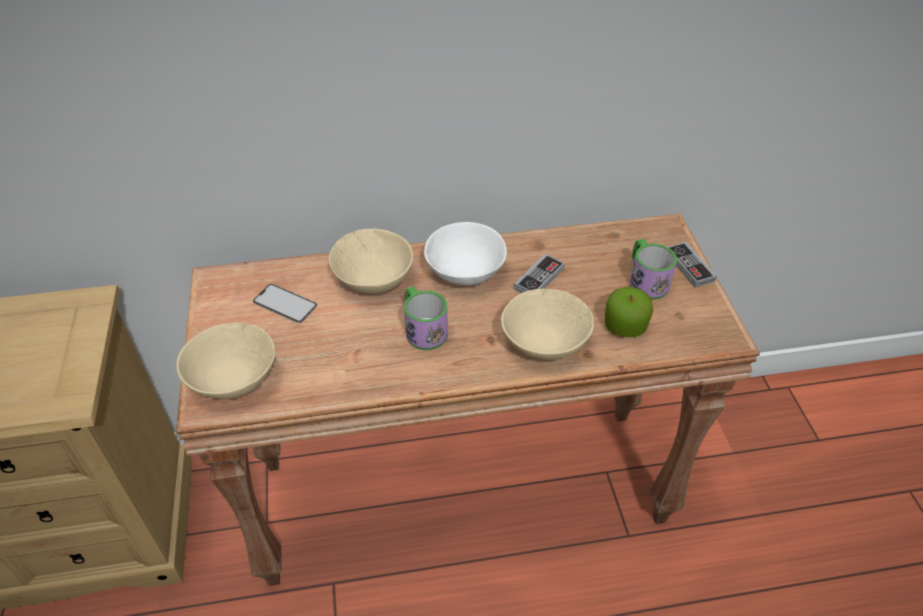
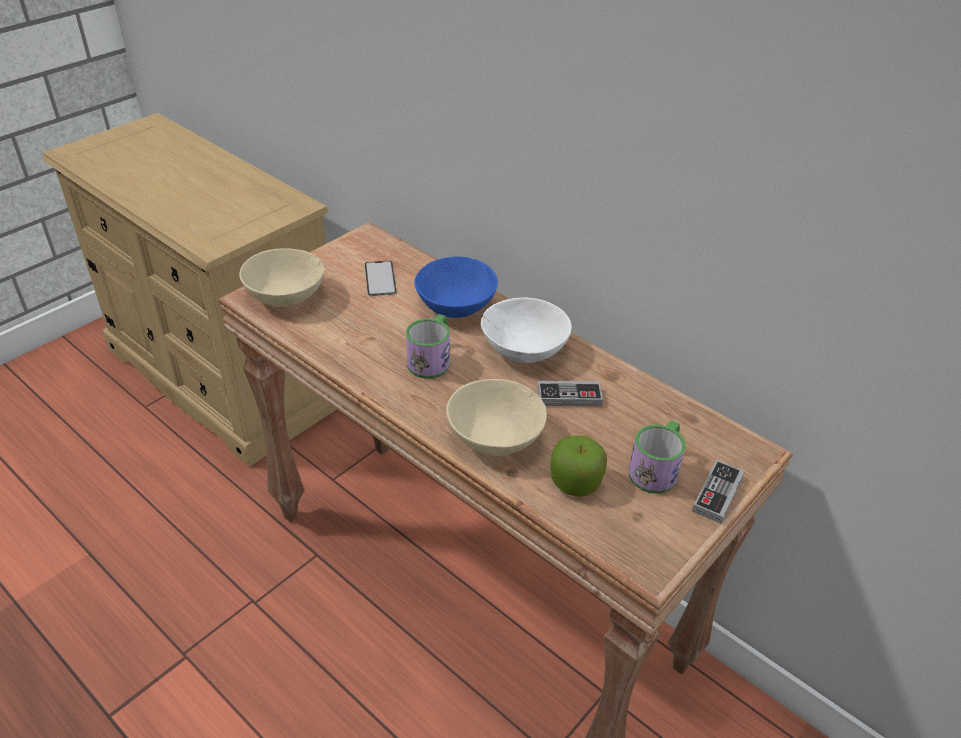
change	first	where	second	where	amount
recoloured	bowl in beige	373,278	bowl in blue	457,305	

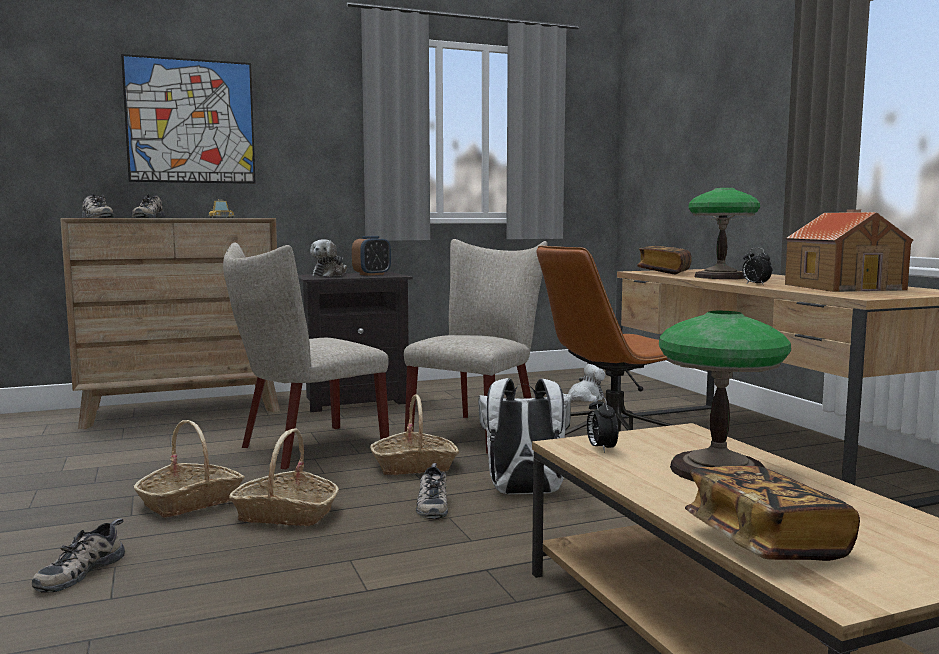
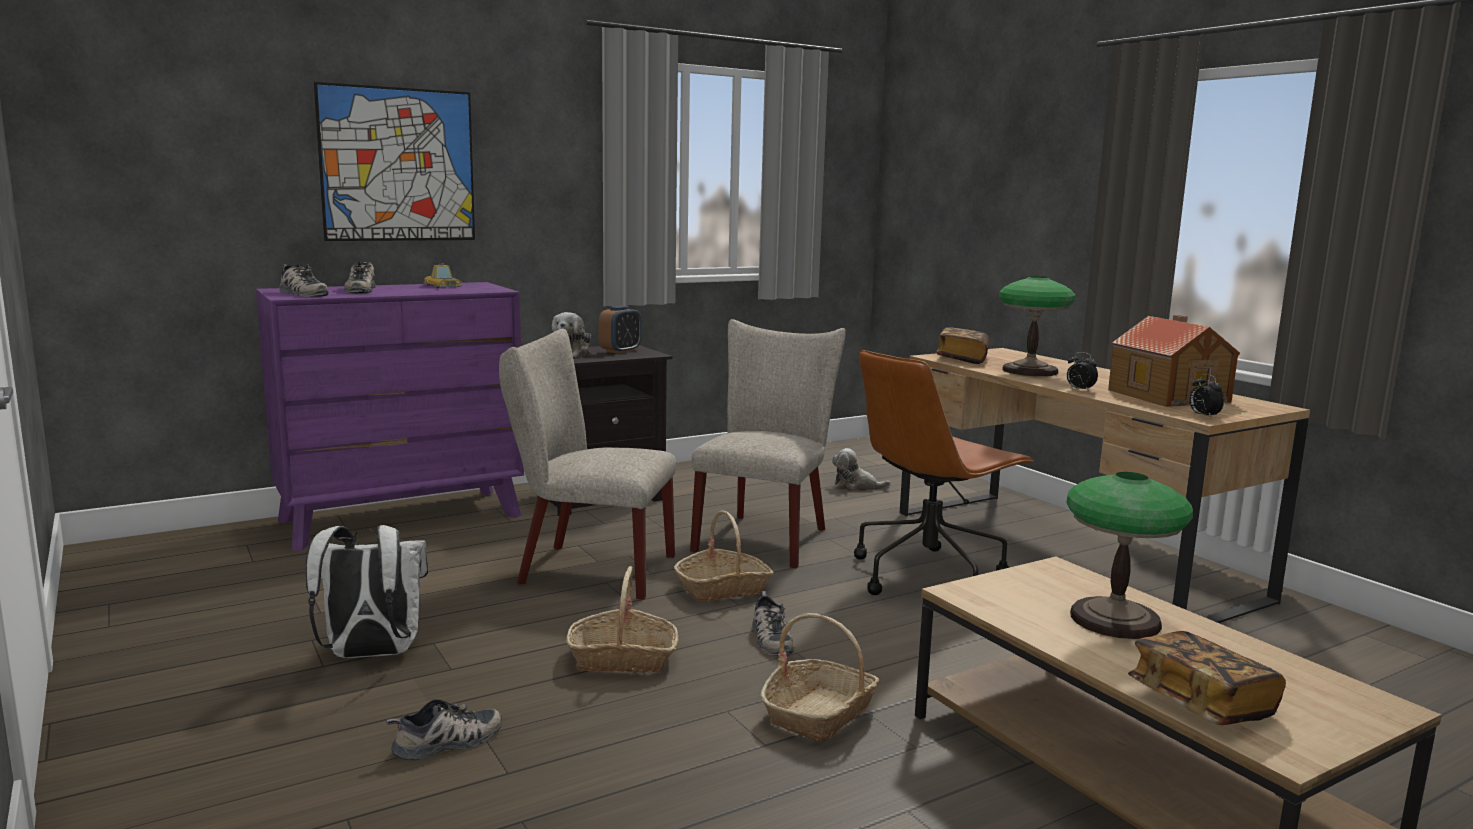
change	first	where	second	where	amount
moved	basket	191,502		819,713	
moved	backpack in white	524,493		370,655	
moved	alarm clock	601,448		1203,416	
recoloured	dresser in brown	182,410	dresser in purple	401,518	
turned	shoe	79,571		448,743	135 degrees counterclockwise
turned	chair in beige	305,448		587,569	60 degrees clockwise
turned	plush toy	584,398		856,487	135 degrees counterclockwise

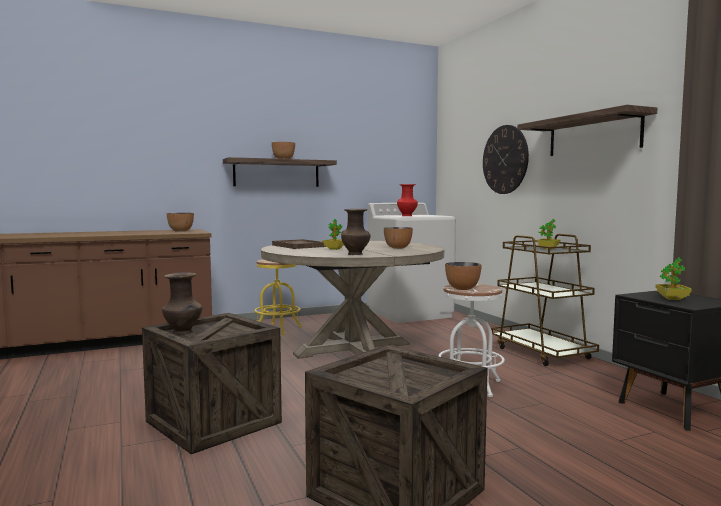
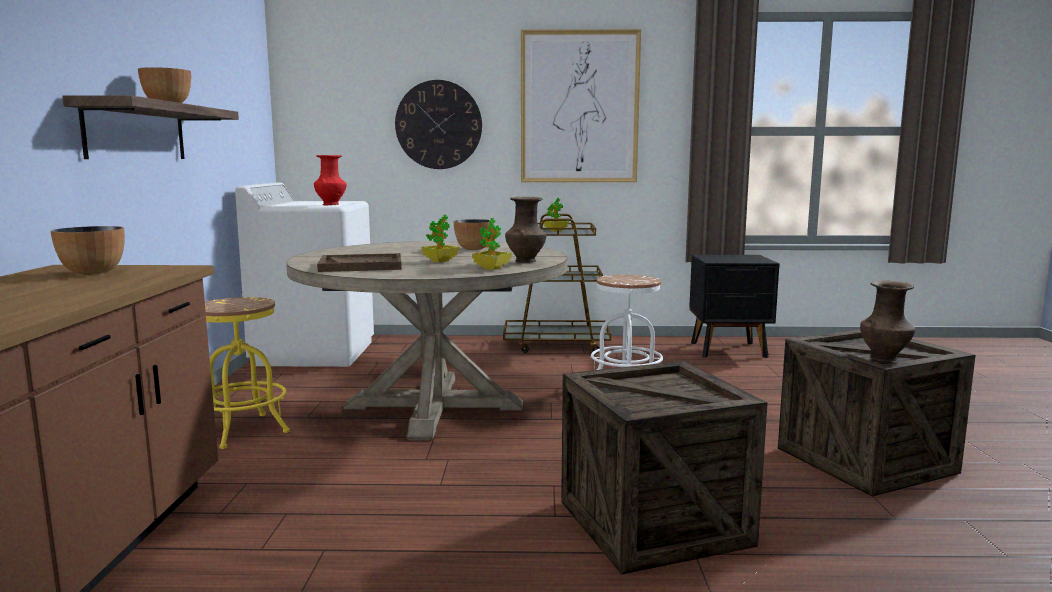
change	first	where	second	where	amount
removed	bowl	463,288			
moved	vase in brown	183,332		884,358	
moved	potted plant	672,298		492,268	
replaced	shelf	593,135	picture	579,107	

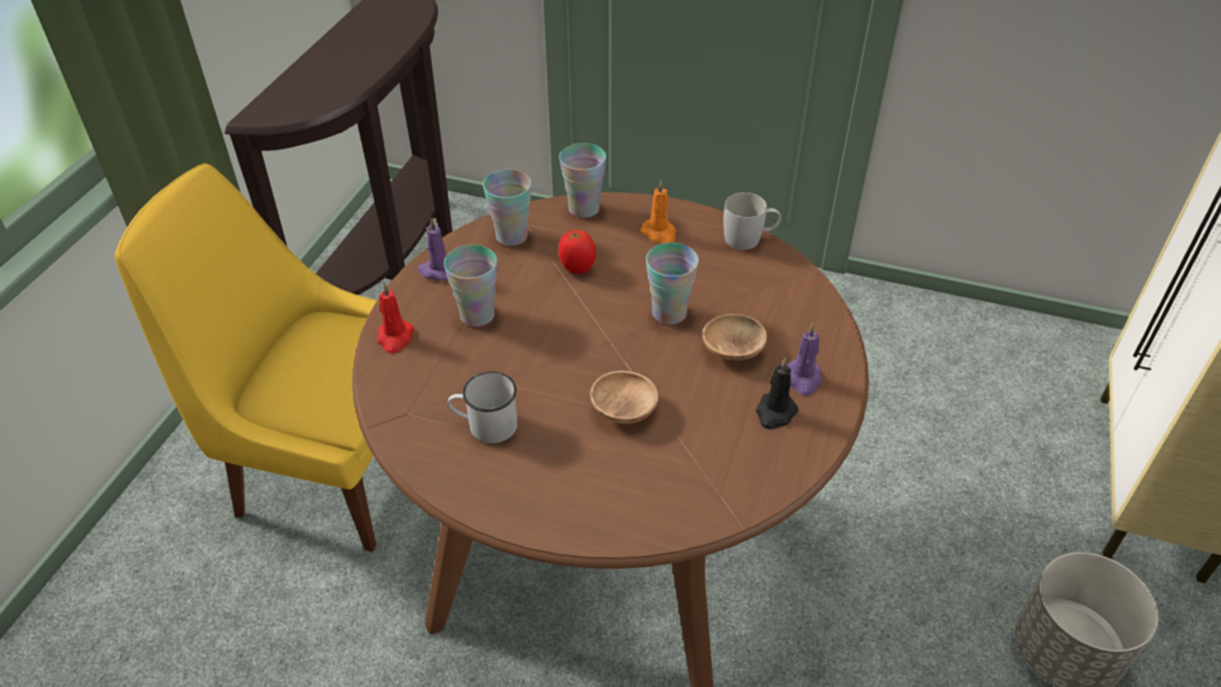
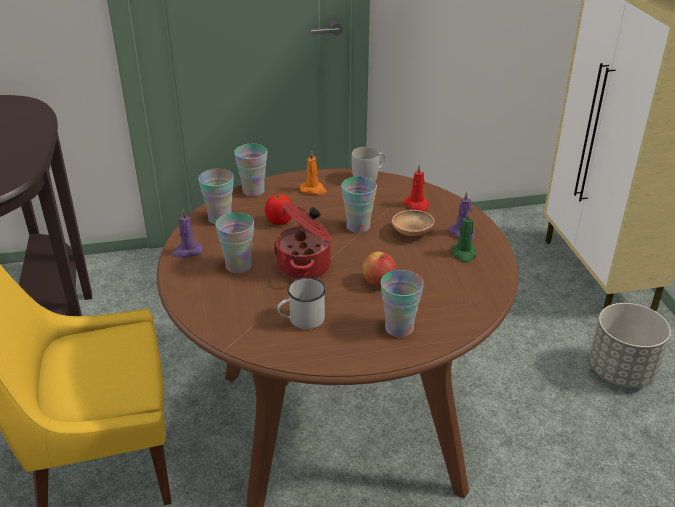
change	first	where	second	where	amount
added			cooking pot	305,266	
added			cup	399,328	
moved	candle in red	395,338		417,205	
replaced	bowl in brown	623,410	apple	379,282	
recoloured	candle in black	775,413	candle in green	463,254	

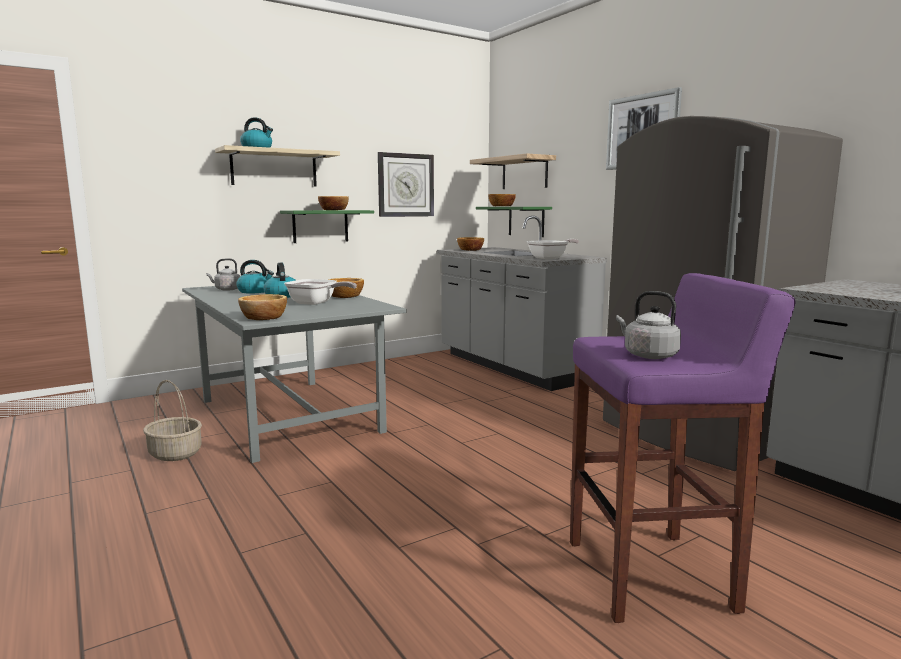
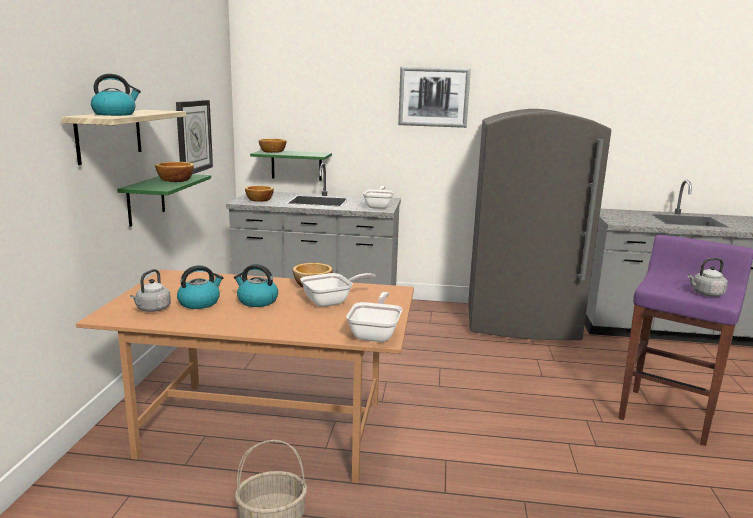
change	first	where	second	where	amount
removed	shelf	524,173			
replaced	bowl	265,317	frying pan	376,334	
recoloured	dining table in grey	290,416	dining table in brown	267,427	

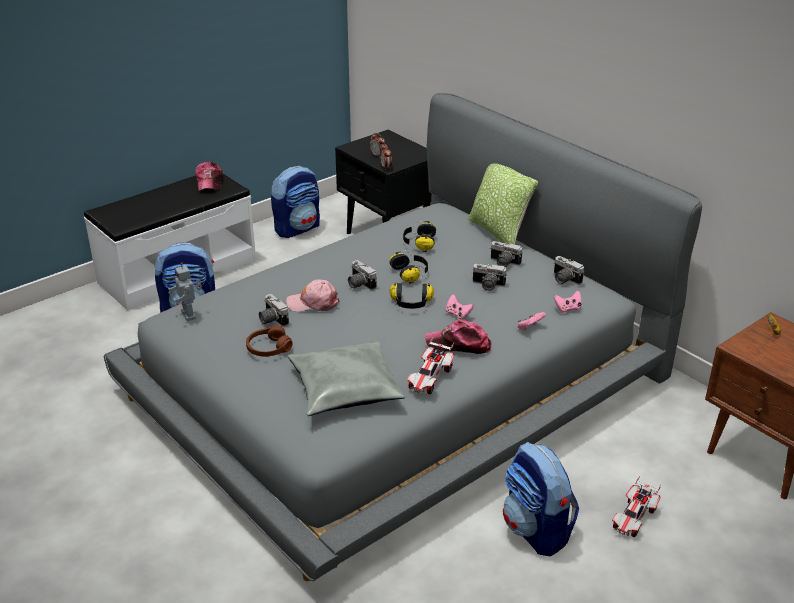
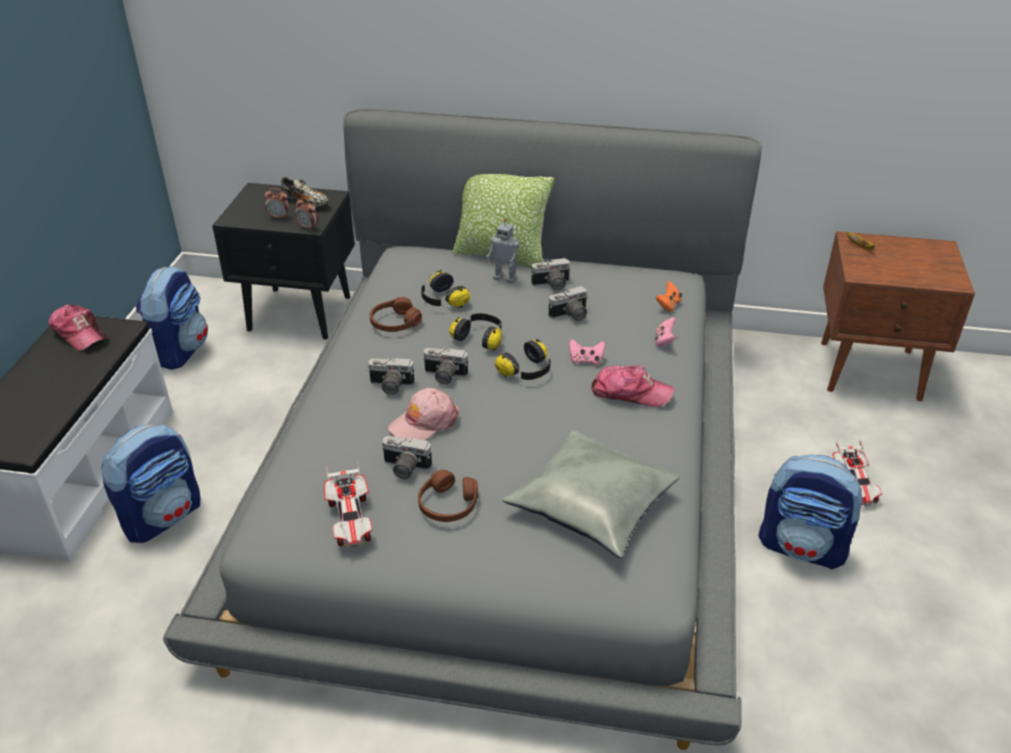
change	first	where	second	where	amount
added			shoe	306,202	
added			headphones in brown	394,323	
moved	toy robot	190,315		505,278	
moved	toy car	430,378		351,520	
moved	photo camera	564,280		390,386	
recoloured	game controller in pink	568,309	game controller in orange	668,305	
turned	cap	458,345		630,392	135 degrees counterclockwise

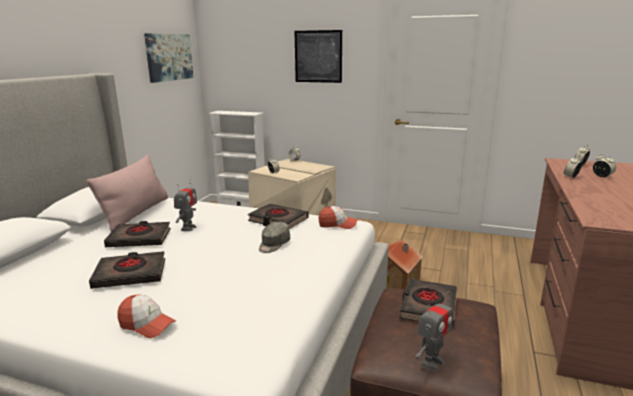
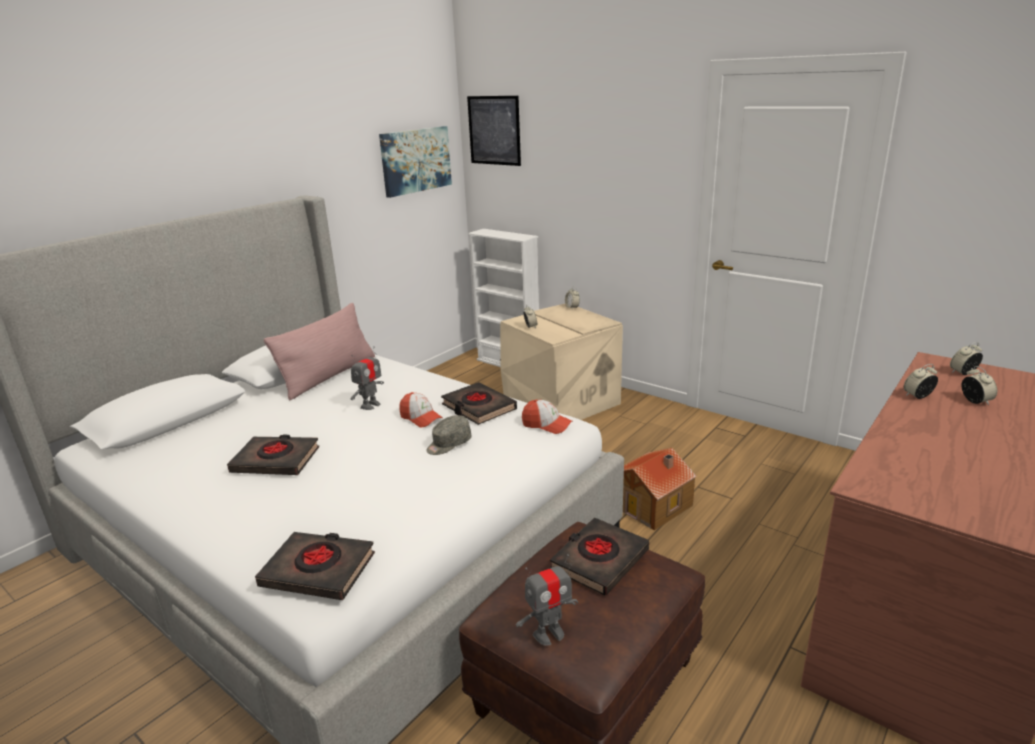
change	first	where	second	where	amount
moved	book in black	139,239		319,570	
moved	cap	147,324		421,418	
moved	picture	318,56		494,130	

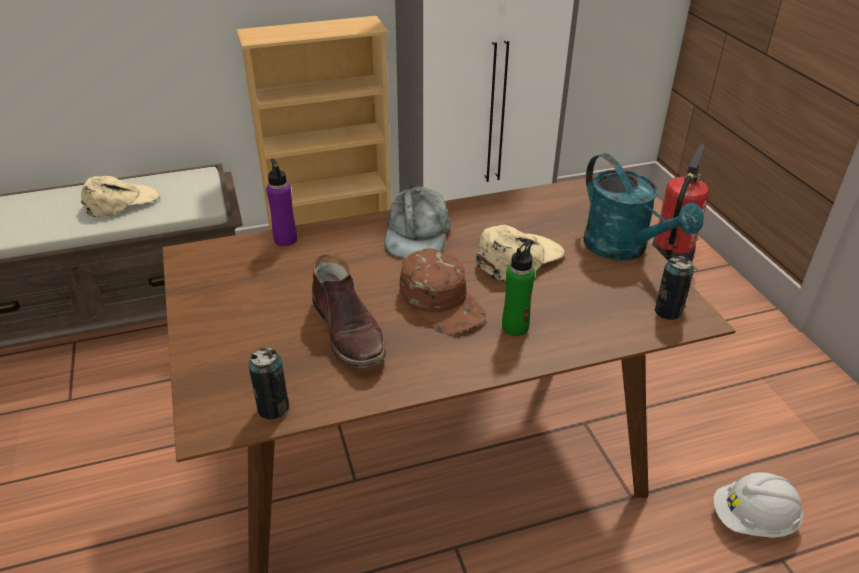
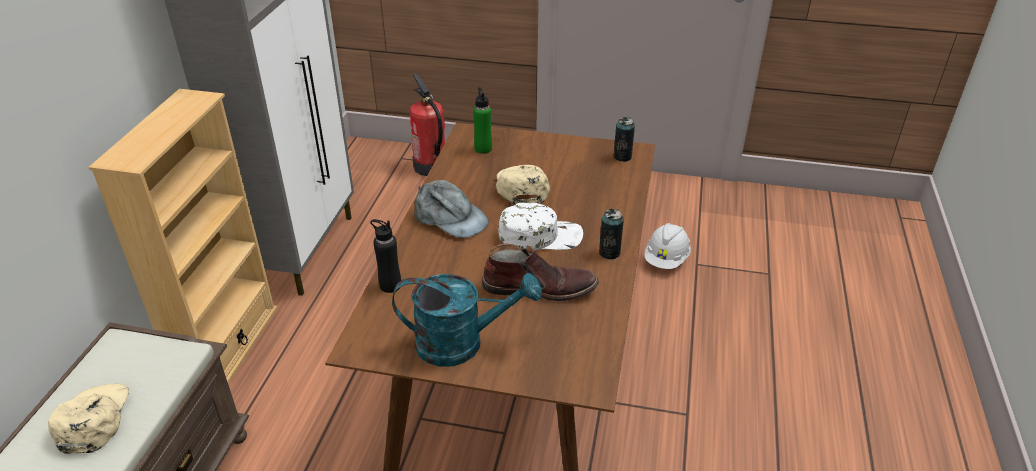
change	first	where	second	where	amount
moved	can	273,408		609,253	
moved	bottle in green	515,327		483,149	
moved	watering can in turquoise	624,249		462,343	
recoloured	bottle in purple	285,239	bottle in black	390,285	
recoloured	cap in brown	442,301	cap in white	540,235	

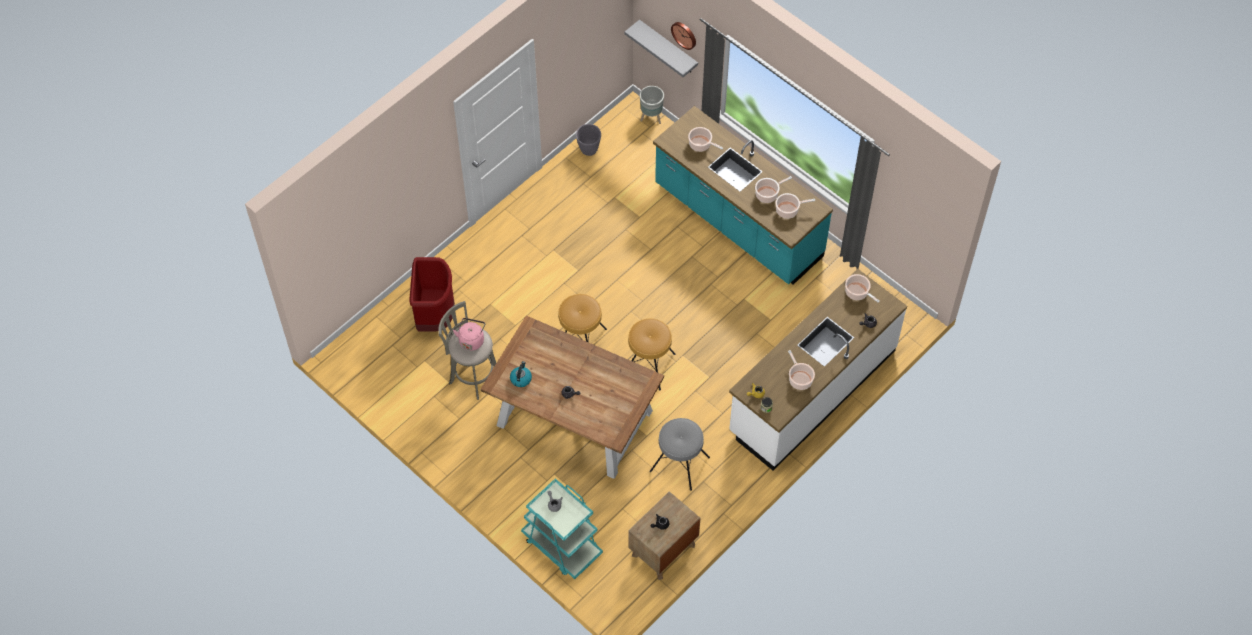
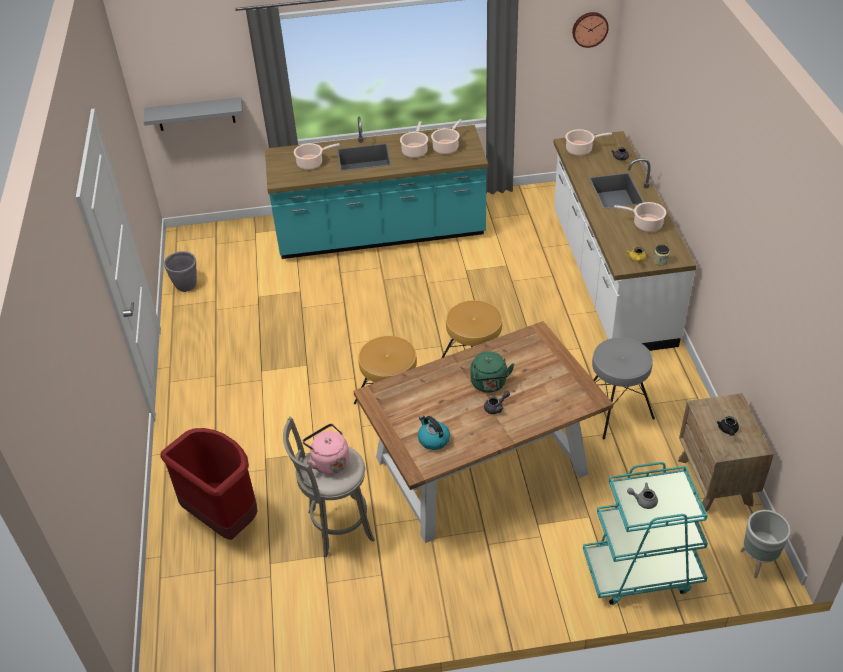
change	first	where	second	where	amount
added			kettle in green	489,384	
moved	planter in grey	651,118		757,562	
moved	wall clock	684,34		589,29	

